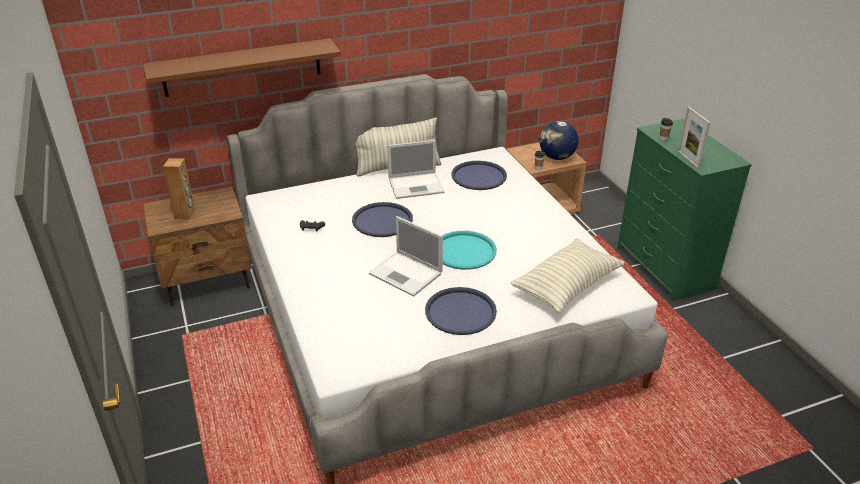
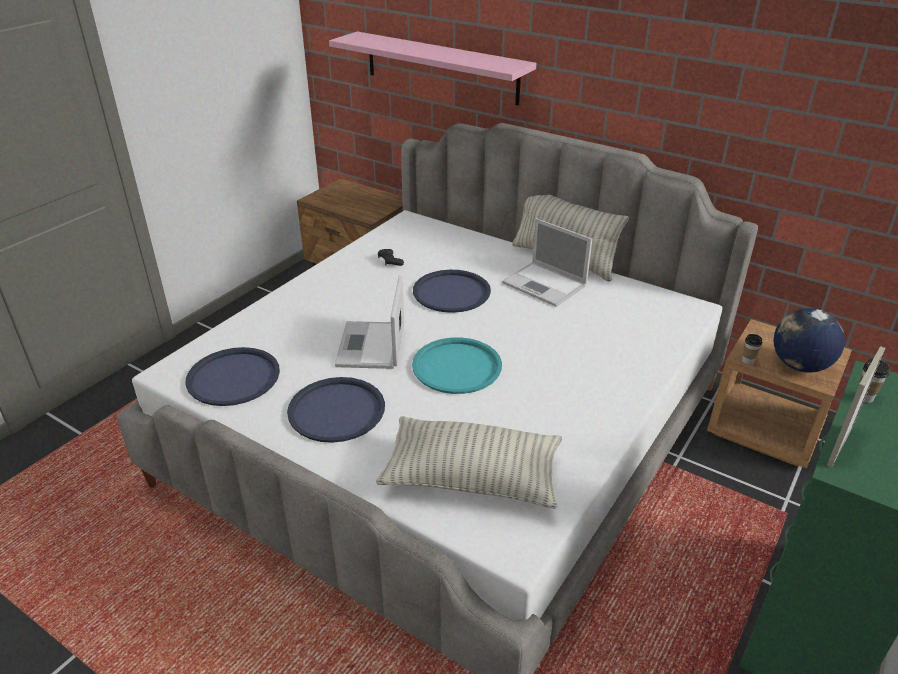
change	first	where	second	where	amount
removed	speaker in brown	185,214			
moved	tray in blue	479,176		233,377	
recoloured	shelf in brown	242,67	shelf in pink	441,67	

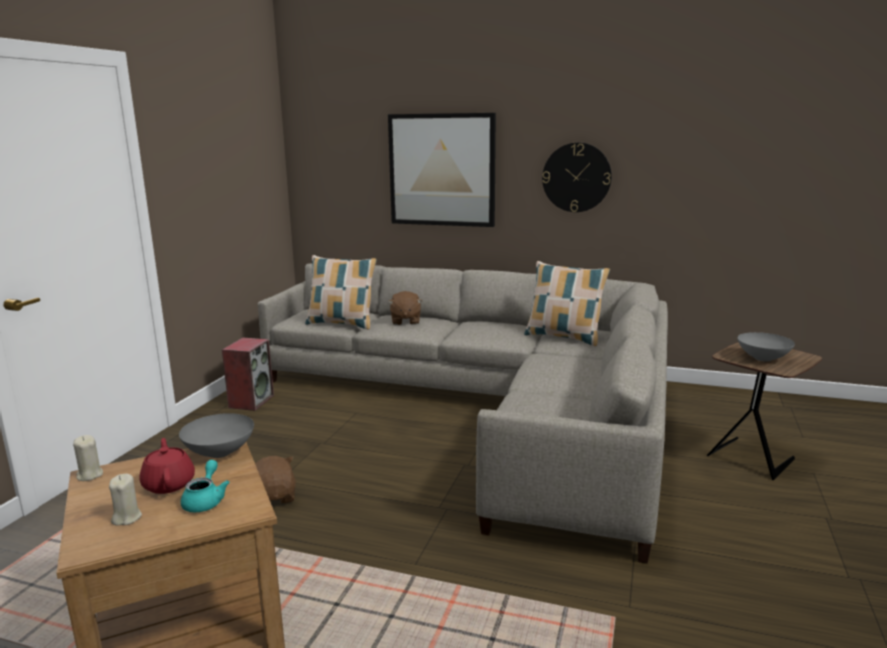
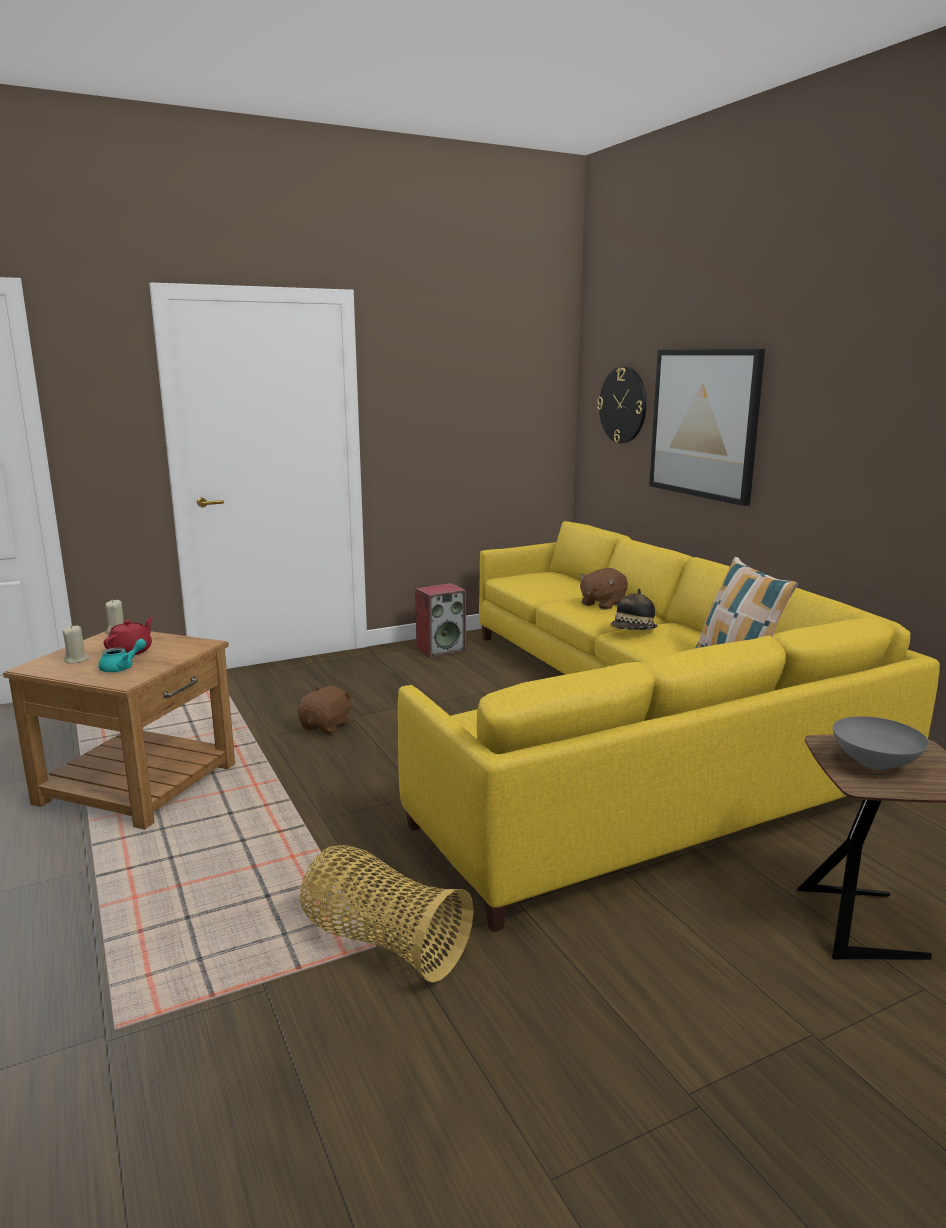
change	first	where	second	where	amount
removed	bowl in grey	219,452			
removed	pillow	342,324			
added			basket	383,942	
added			hat	633,631	
moved	wall clock	576,177		623,405	
recoloured	sofa in grey	490,408	sofa in yellow	634,733	

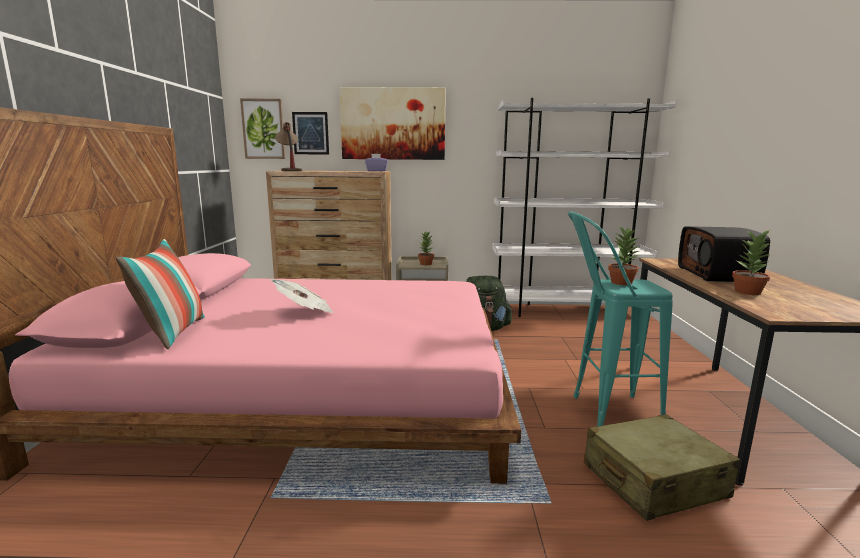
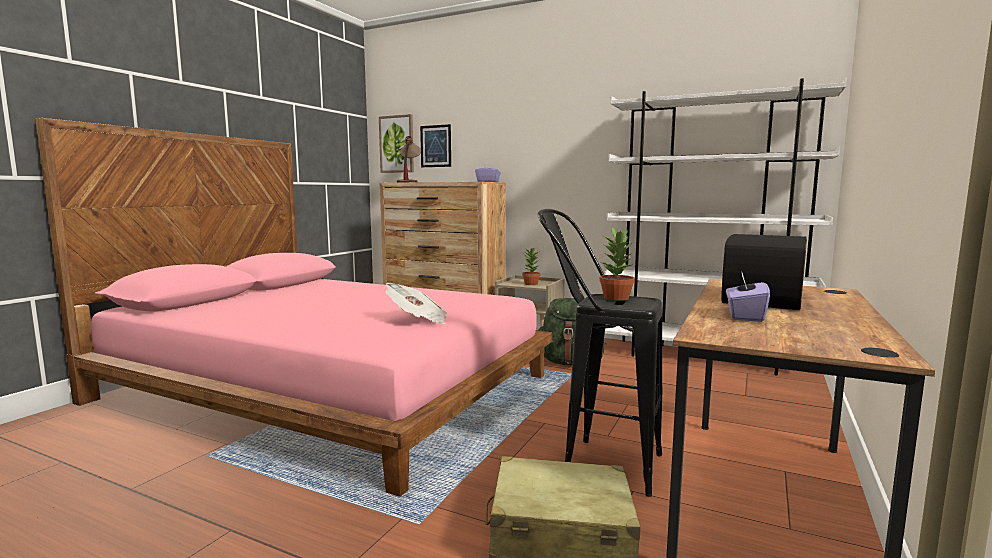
change	first	where	second	where	amount
removed	pillow	172,333			
removed	picture	393,124			
moved	newspaper	304,311		418,320	
replaced	potted plant	748,292	tissue box in purple	744,316	
recoloured	stool in turquoise	602,413	stool in black	596,463	

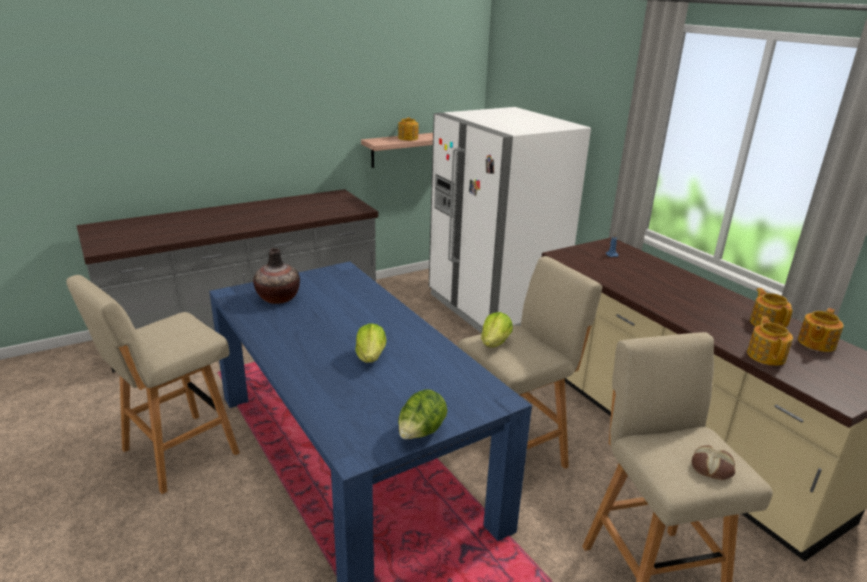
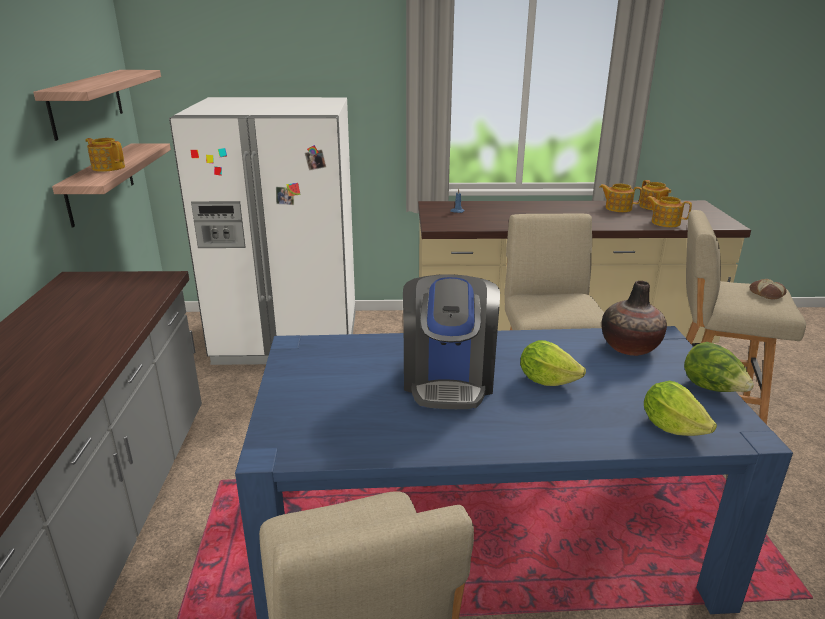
change	first	where	second	where	amount
added			shelf	86,102	
added			coffee machine	448,379	
moved	vase	278,298		630,347	
moved	lettuce	495,343		672,426	

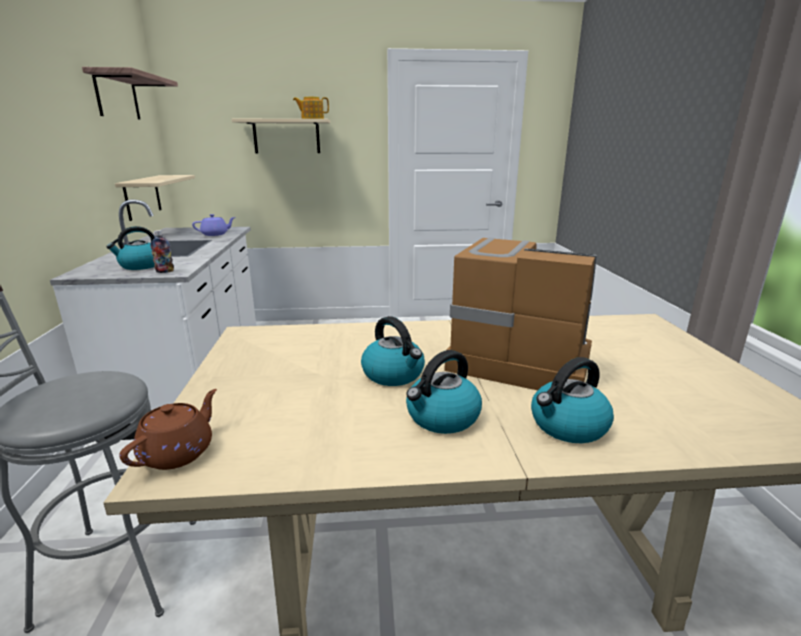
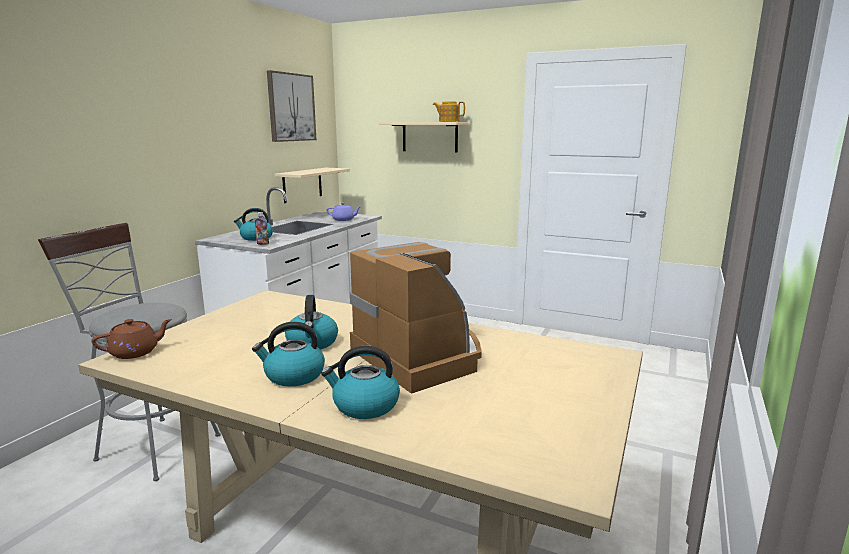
change	first	where	second	where	amount
replaced	shelf	117,96	picture	291,107	

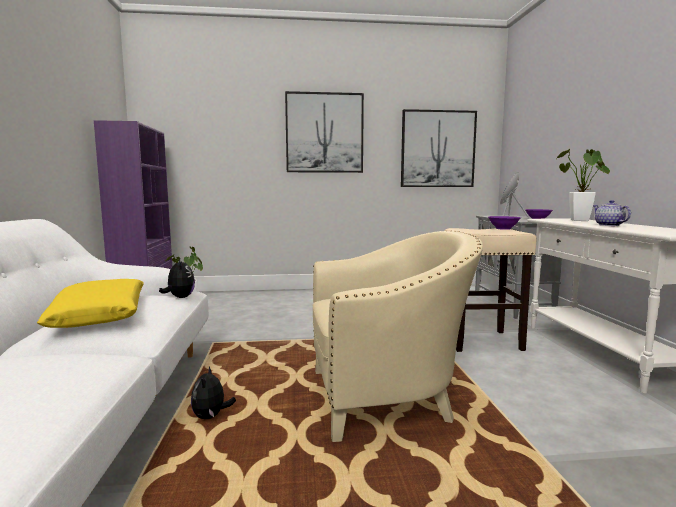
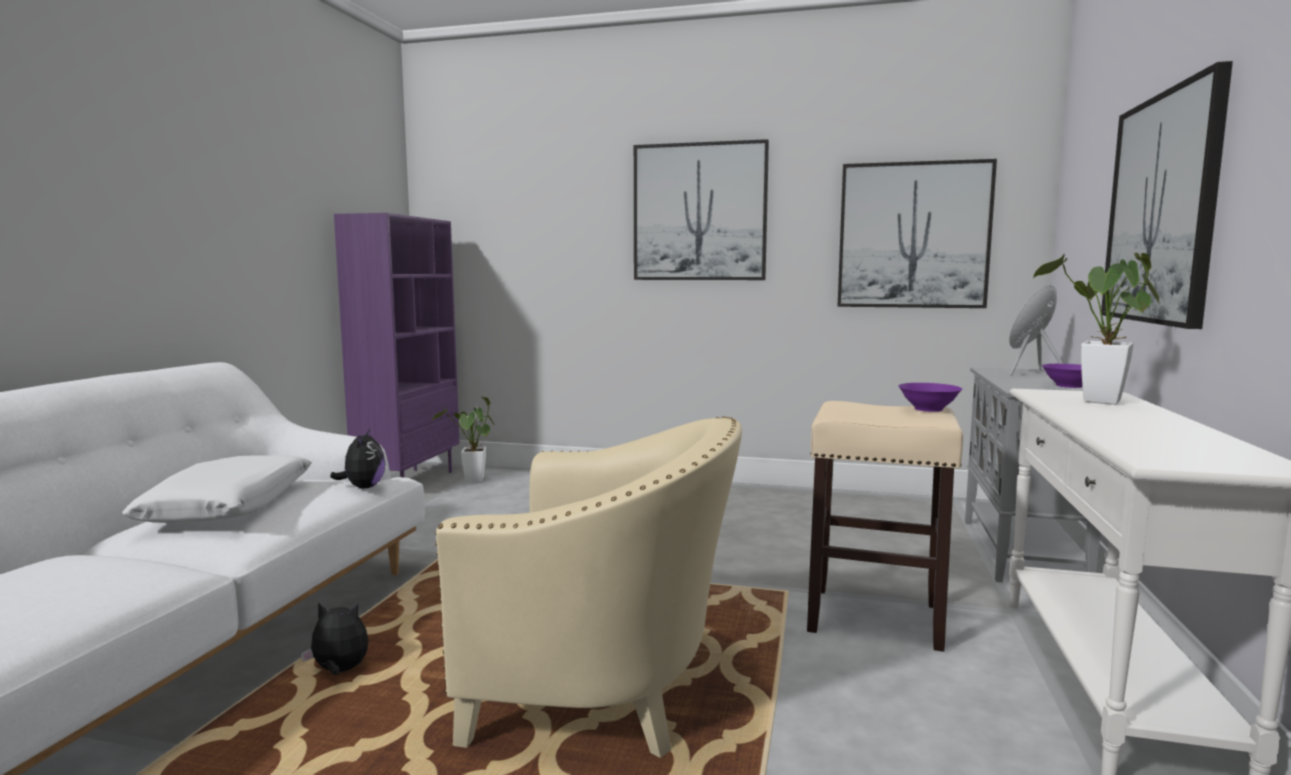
change	first	where	second	where	amount
removed	teapot	609,225			
added			picture	1162,209	
recoloured	pillow in yellow	101,314	pillow in white	229,506	
turned	plush toy	211,416		339,671	75 degrees clockwise

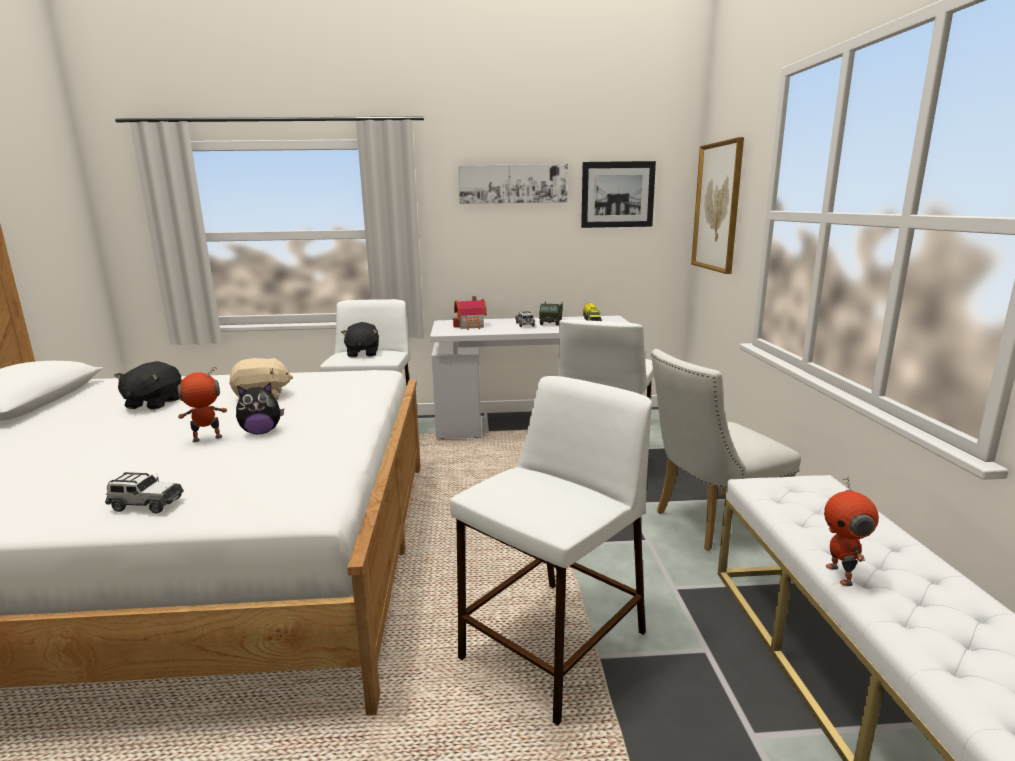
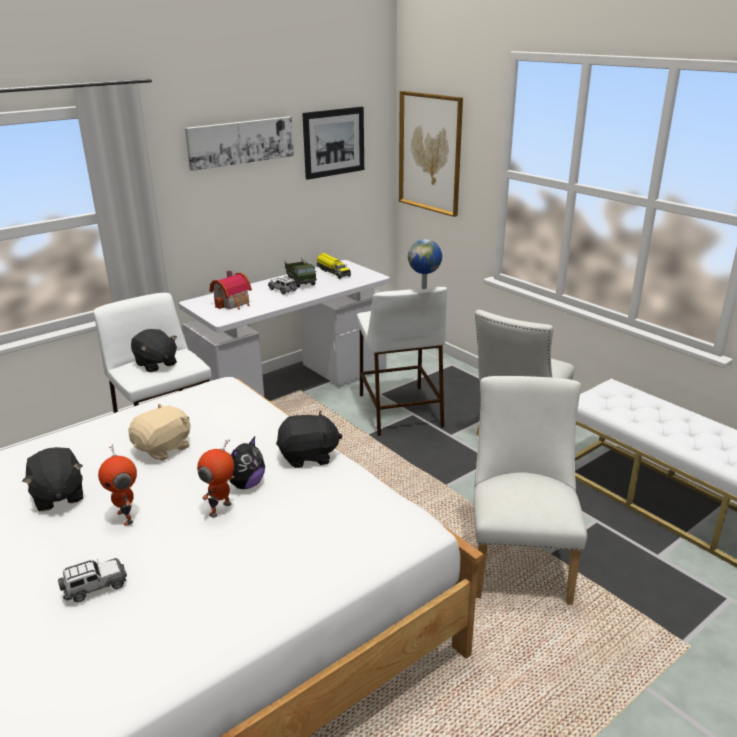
change	first	where	second	where	amount
added			plush toy in black	308,456	
added			globe	424,288	
moved	toy car	146,504		95,587	
moved	toy robot	841,575		127,517	
replaced	stool in white	553,647	chair in white	519,560	

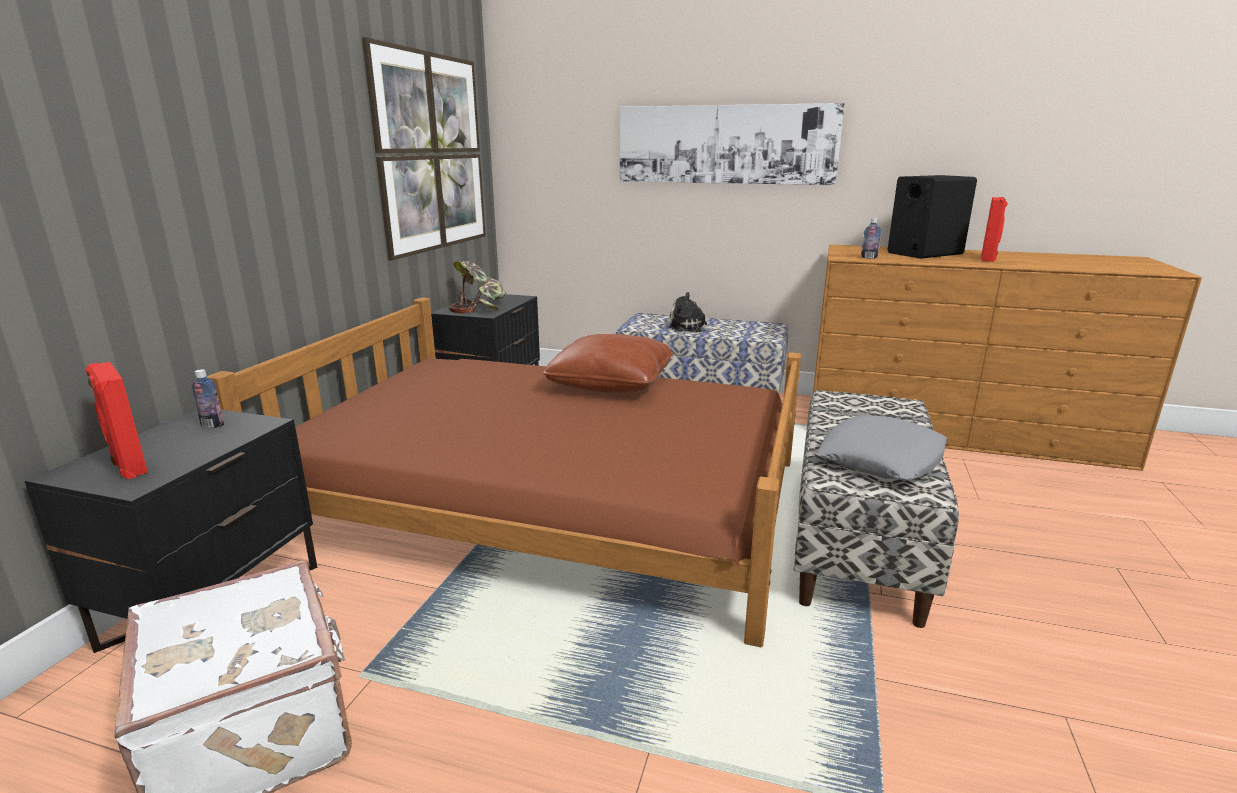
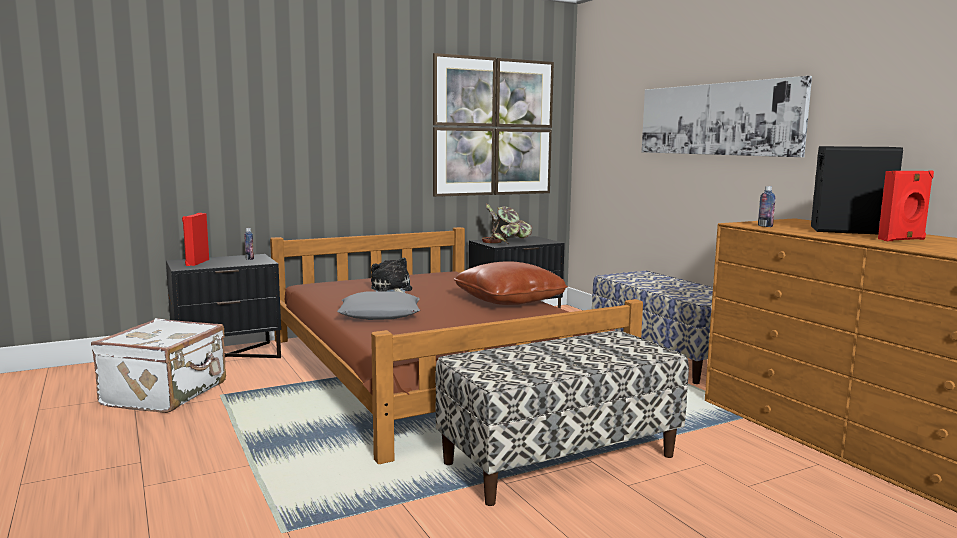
change	first	where	second	where	amount
moved	plush toy	690,327		392,289	
moved	pillow in grey	881,458		380,314	

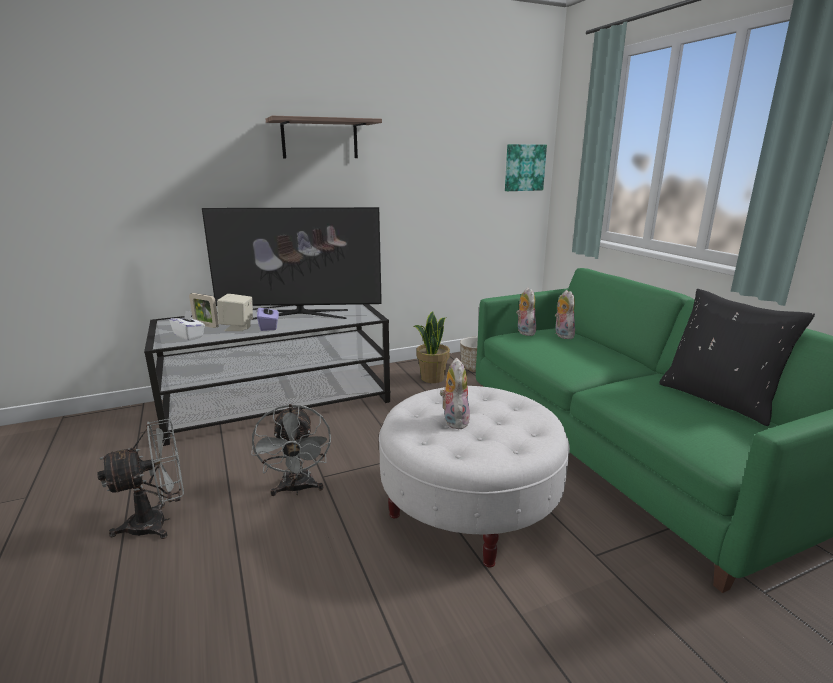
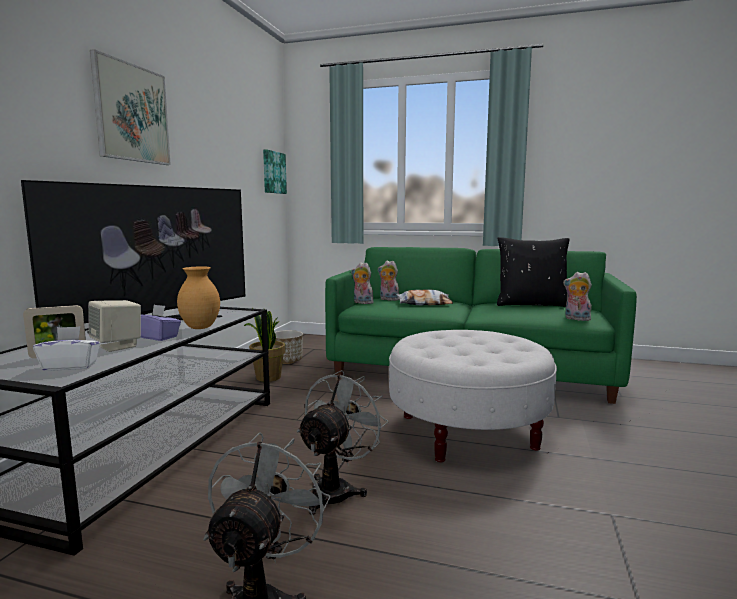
change	first	where	second	where	amount
added			vase in brown	200,328	
added			pillow	424,303	
moved	plush toy	454,420		576,319	
replaced	shelf	320,139	picture	132,113	
turned	fan in grey	297,489		337,490	90 degrees counterclockwise

